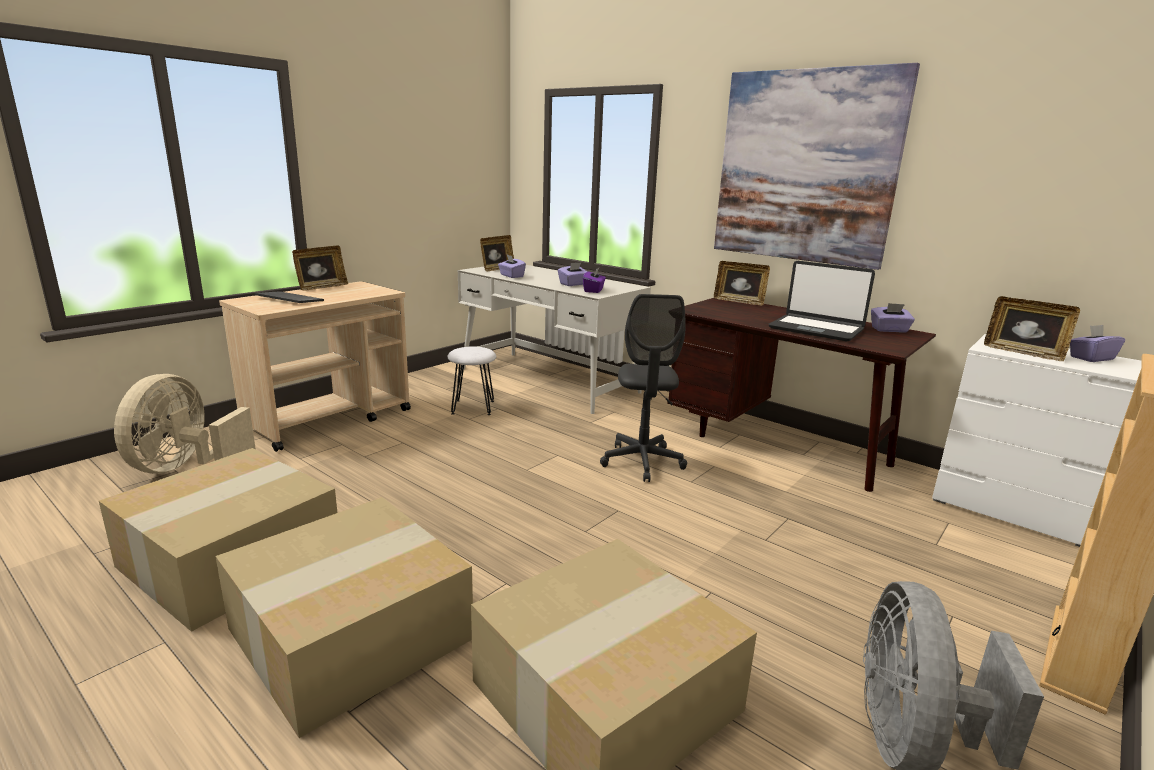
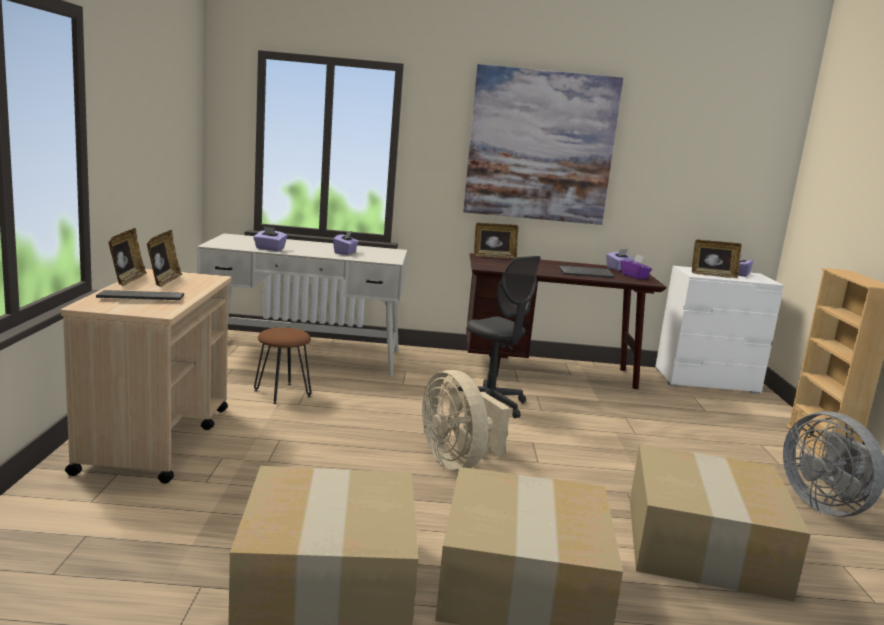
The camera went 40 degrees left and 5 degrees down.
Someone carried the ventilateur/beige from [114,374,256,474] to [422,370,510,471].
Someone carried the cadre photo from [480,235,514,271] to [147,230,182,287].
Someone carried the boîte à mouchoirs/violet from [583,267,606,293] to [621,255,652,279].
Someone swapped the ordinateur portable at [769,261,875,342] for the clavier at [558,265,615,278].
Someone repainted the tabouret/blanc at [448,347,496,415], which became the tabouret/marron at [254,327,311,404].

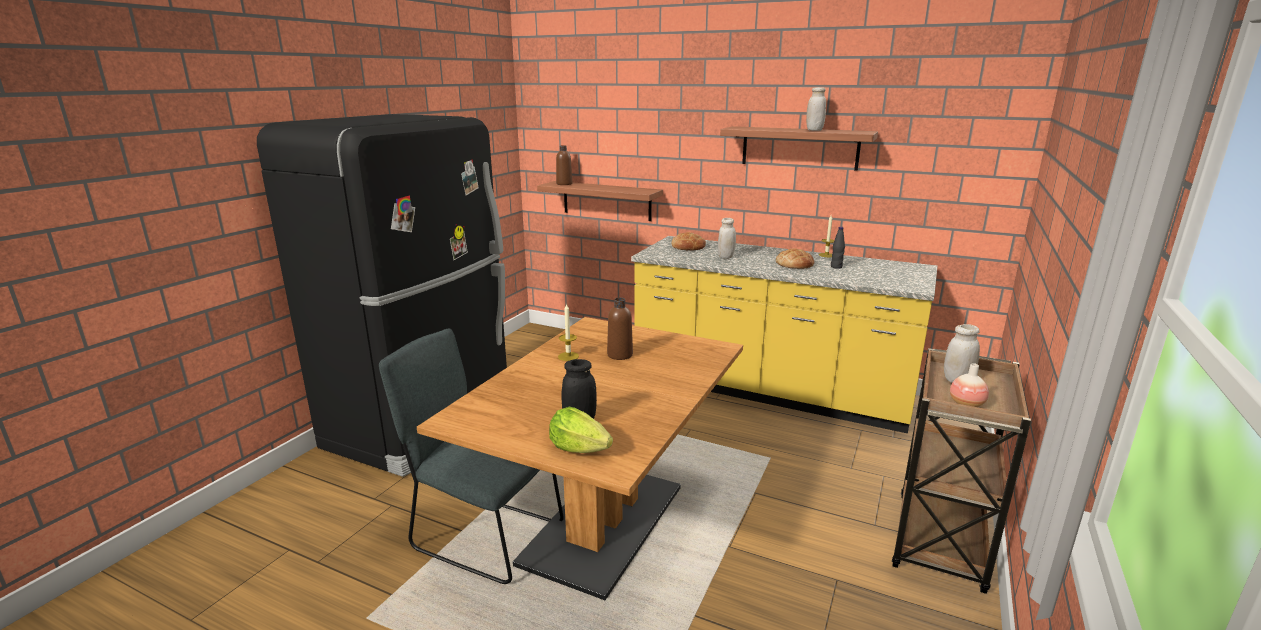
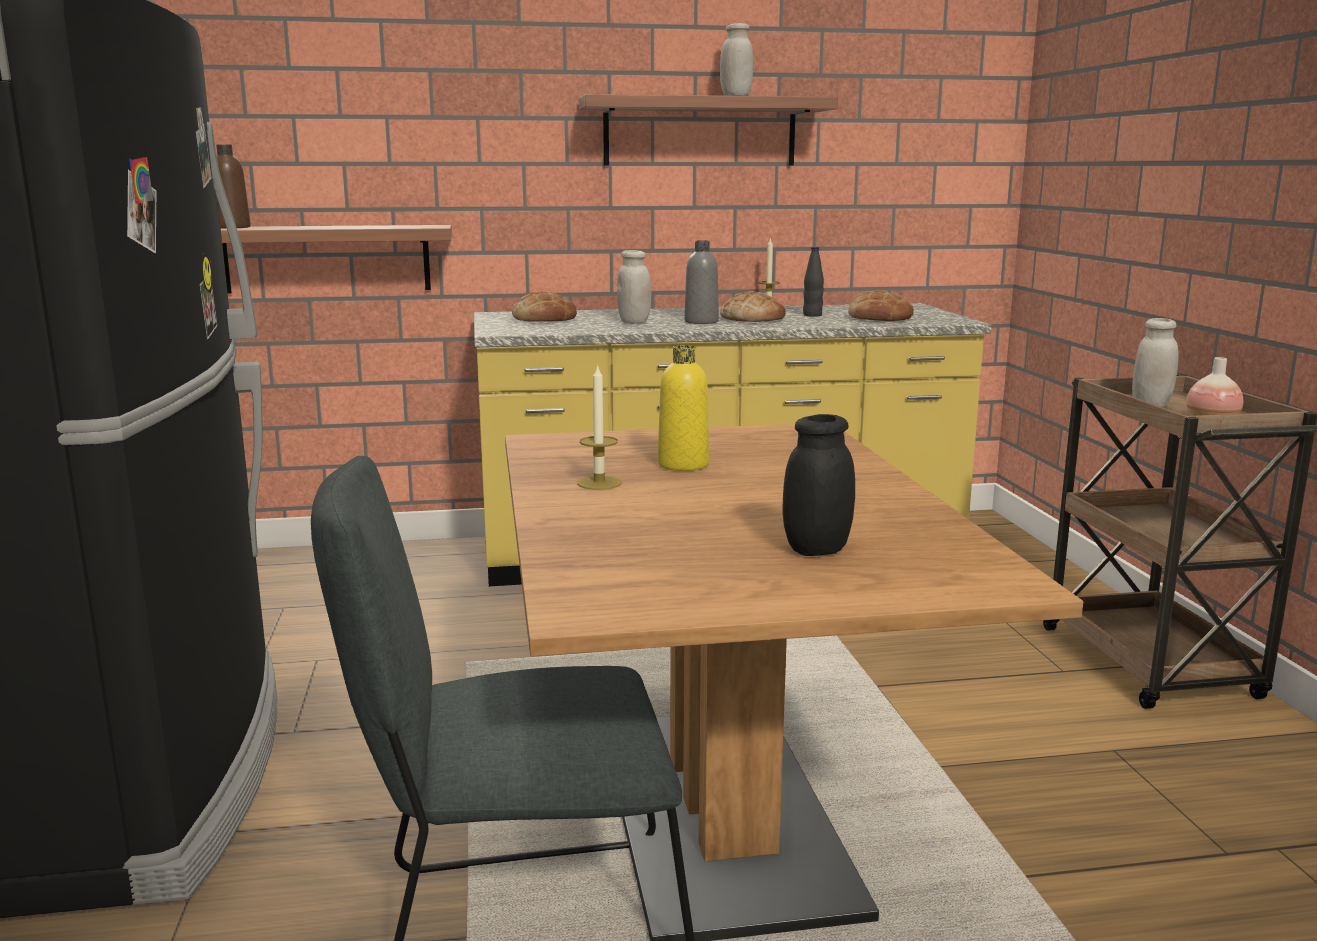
The camera went 35 degrees left and 5 degrees down.
Someone took away the laitue at [549,407,613,453].
Someone put down the bouteille/gris at [684,240,719,324].
Someone put down the pain at [848,290,914,321].
Someone repainted the bouteille/marron at [607,298,633,360], which became the bouteille/jaune at [658,345,709,471].

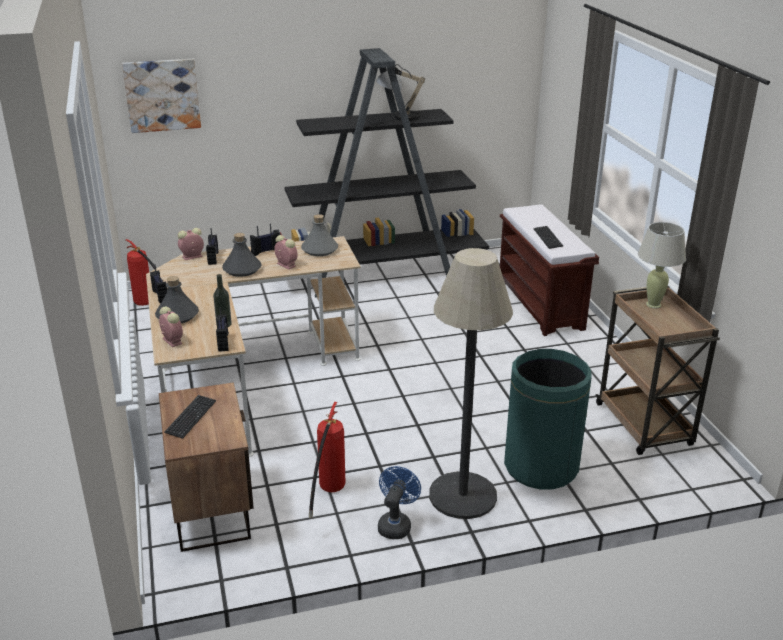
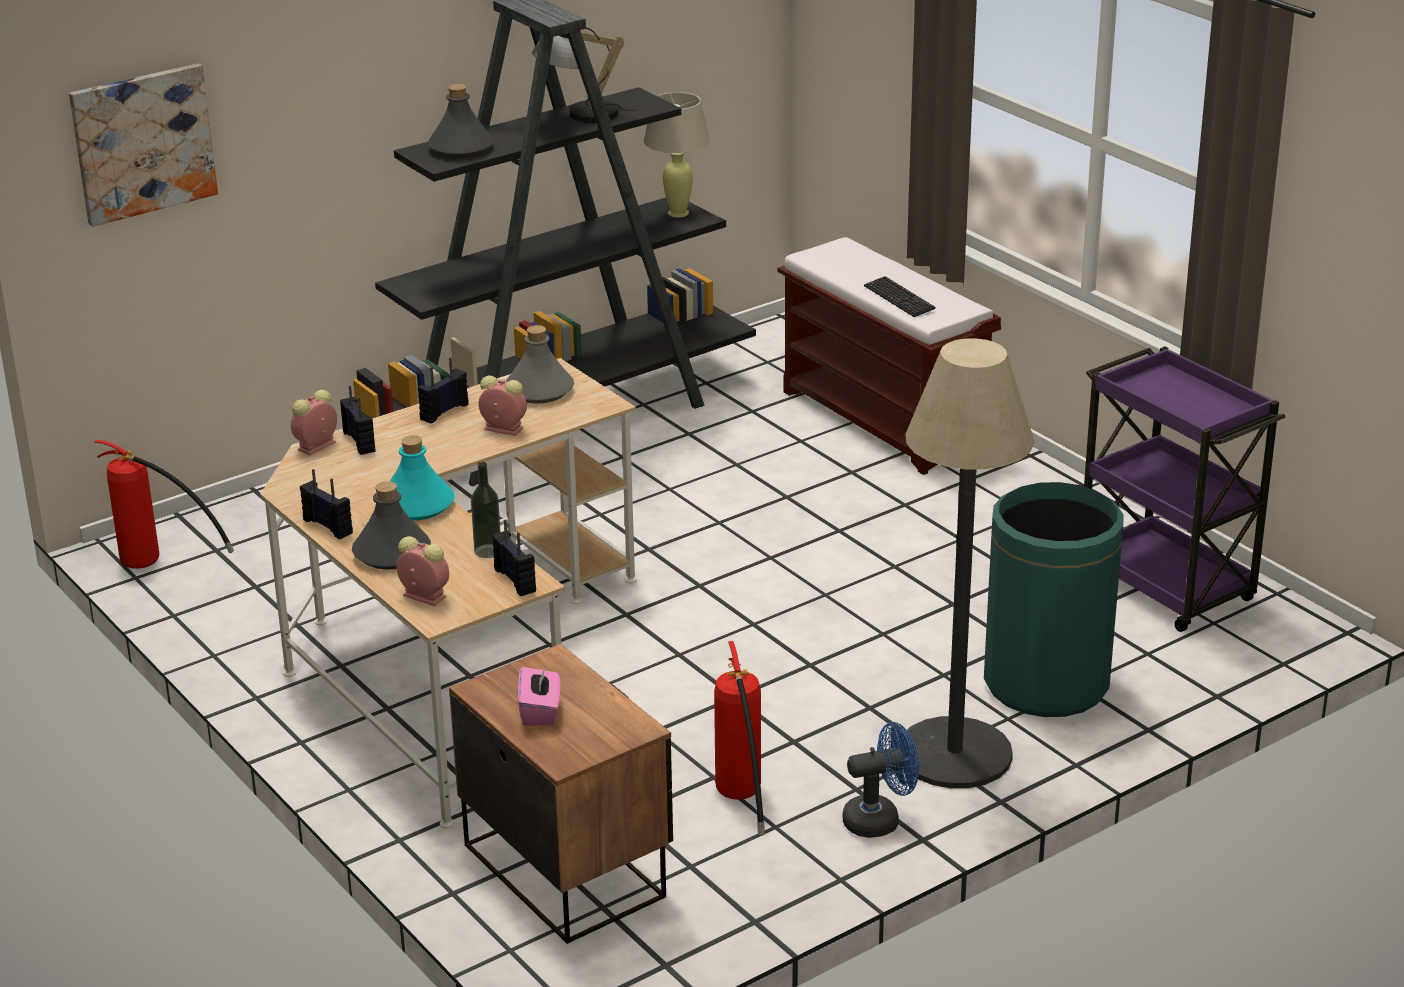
The camera went 20 degrees left and 0 degrees up.
Someone put down the bouteille/turquoise at [390,435,455,521].
Someone carried the bouteille/gris from [222,233,262,277] to [428,84,494,158].
Someone carried the lampe de table/beige from [638,222,686,308] to [644,92,710,218].
Someone swapped the clavier at [165,395,216,439] for the boîte à mouchoirs/rose at [517,667,560,726].
Someone repainted the chariot/marron at [596,286,720,455], which became the chariot/violet at [1084,346,1286,632].
Someone rotated the ventilateur/bleu at [378,466,421,539] by 75 degrees clockwise.

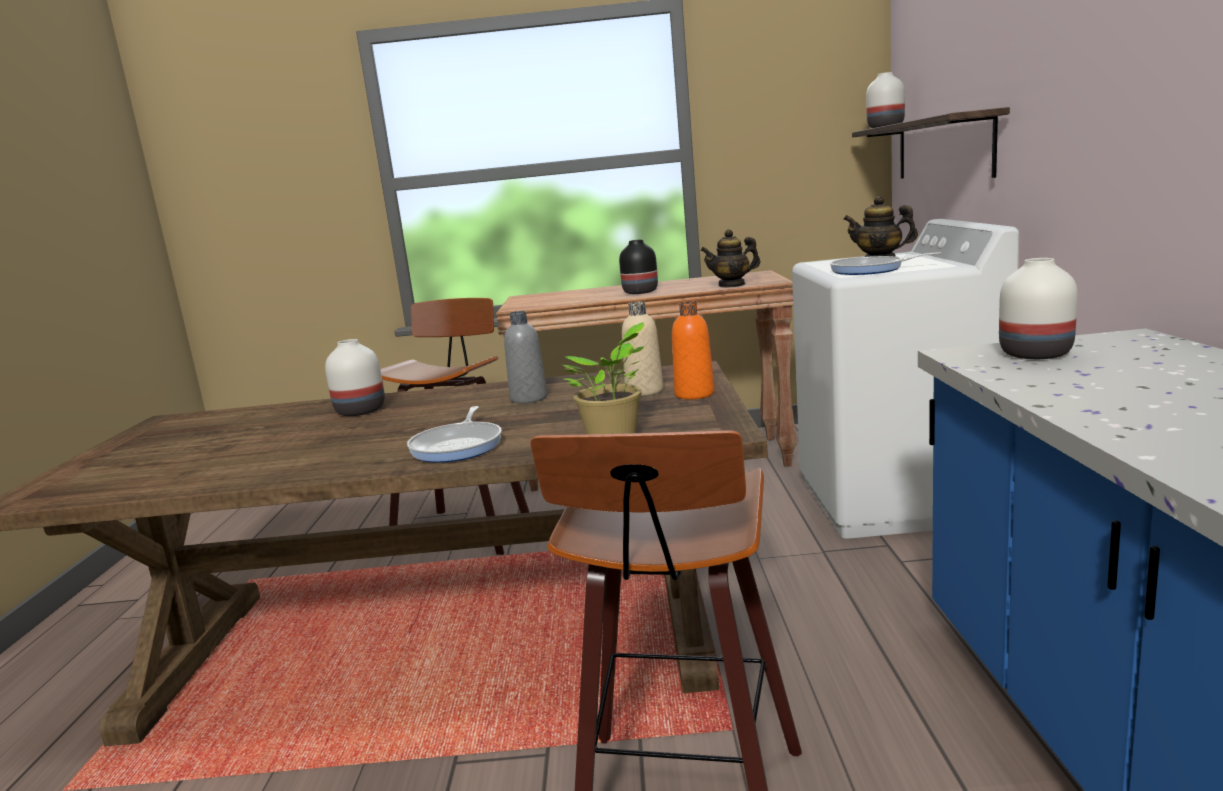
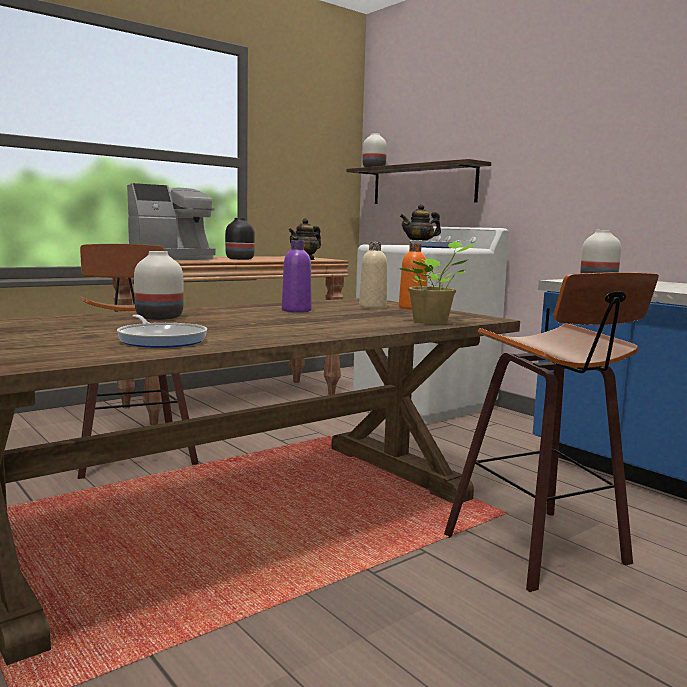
The camera went 40 degrees left and 5 degrees down.
Someone put down the machine à café at [127,183,215,260].
Someone carried the poêle from [407,406,502,462] to [117,315,207,348].
Someone repainted the bouteille/gris at [504,311,547,404], which became the bouteille/violet at [282,240,312,313].

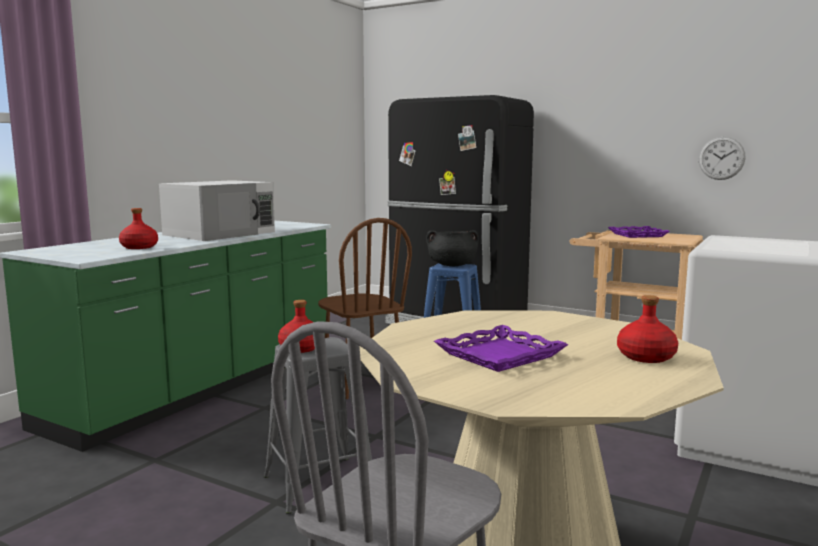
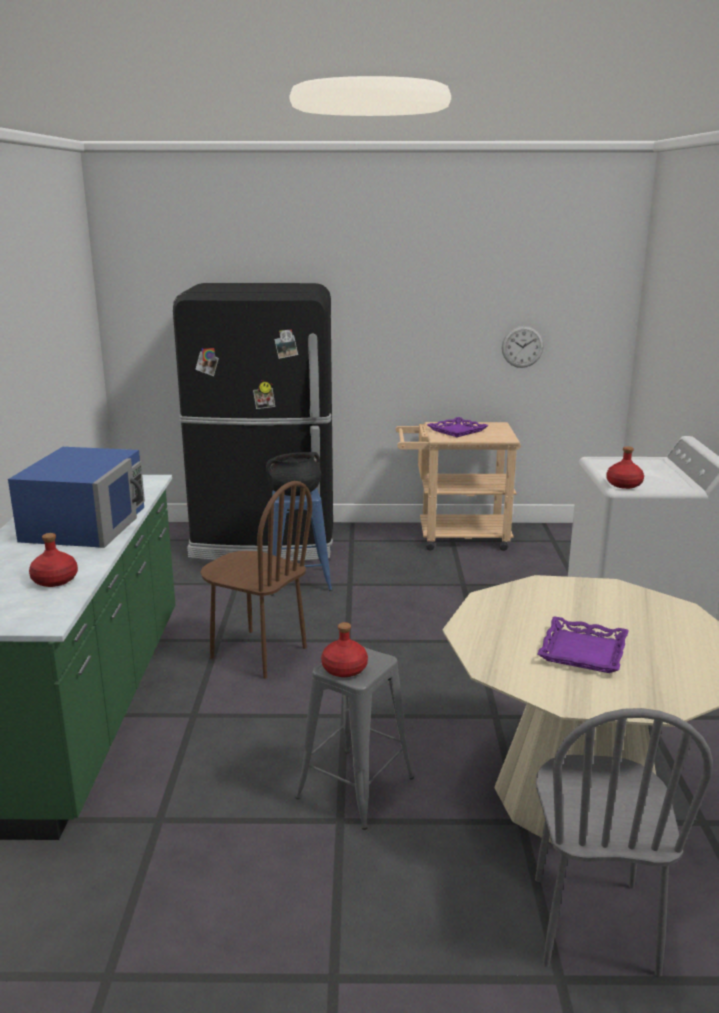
The camera went 30 degrees left and 10 degrees up.
Someone carried the bouteille/rouge from [617,295,678,363] to [606,446,644,489].
Someone repainted the micro-ondes/blanc at [159,180,275,241], which became the micro-ondes/bleu at [8,447,145,548].

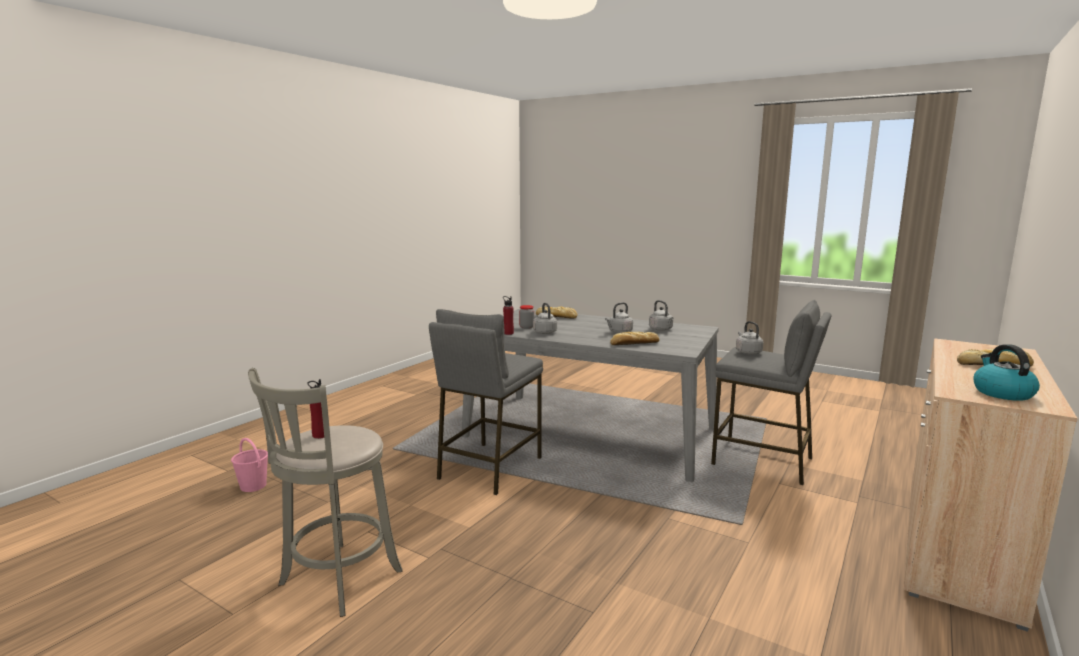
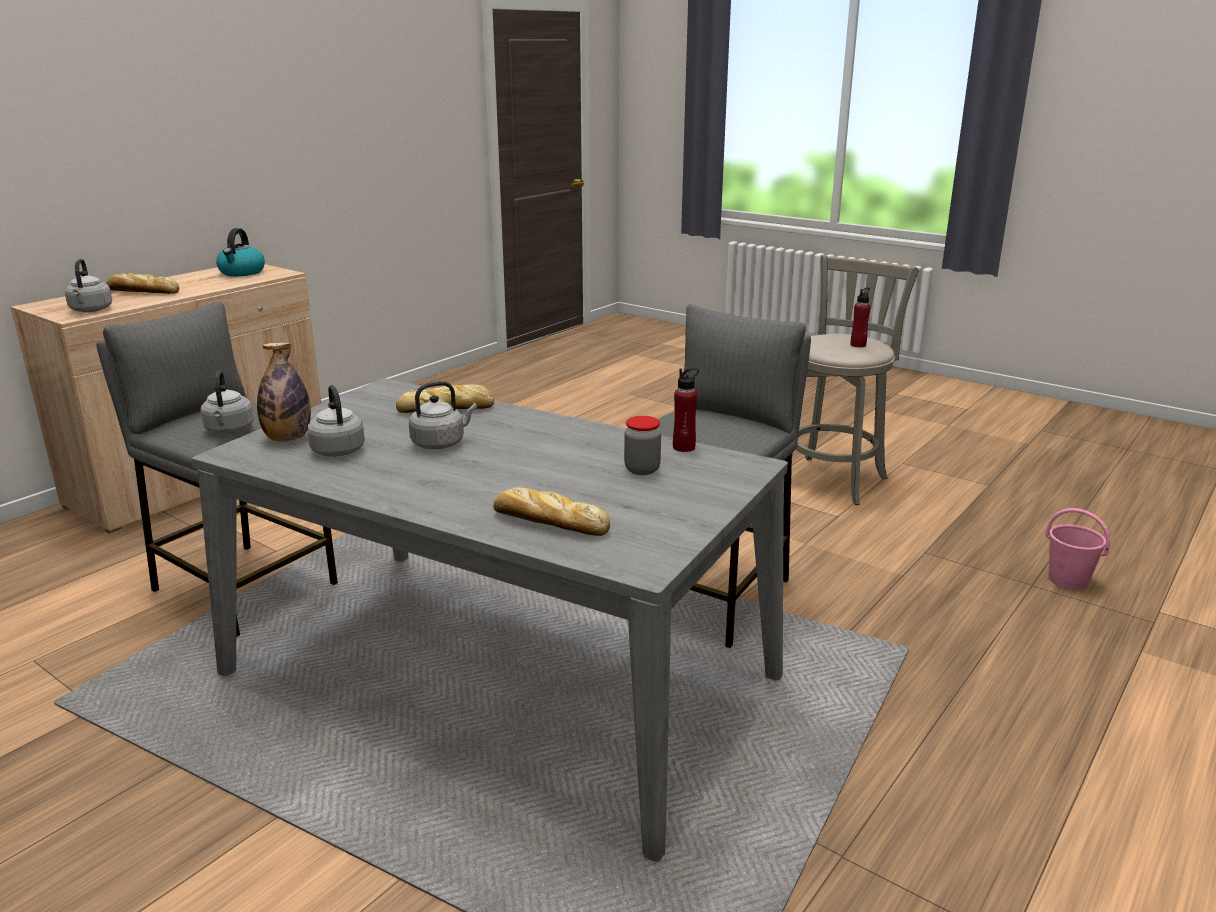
The camera went 175 degrees left and 10 degrees up.
Someone put down the bouteille at [257,342,311,442].
Someone carried the bouilloire/gris from [533,303,557,334] to [65,259,112,312].

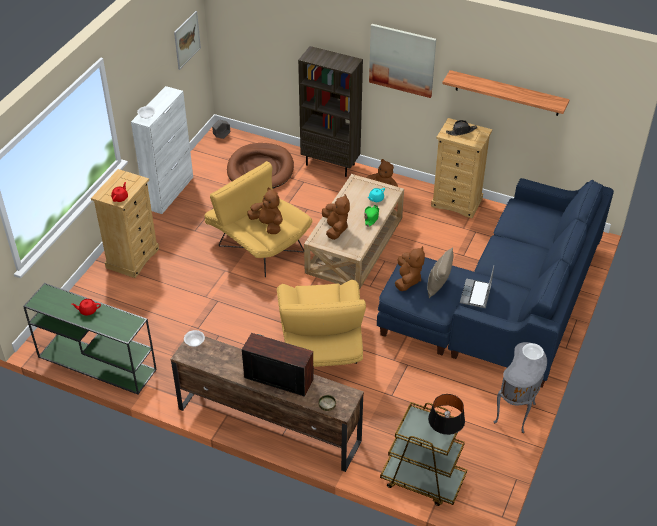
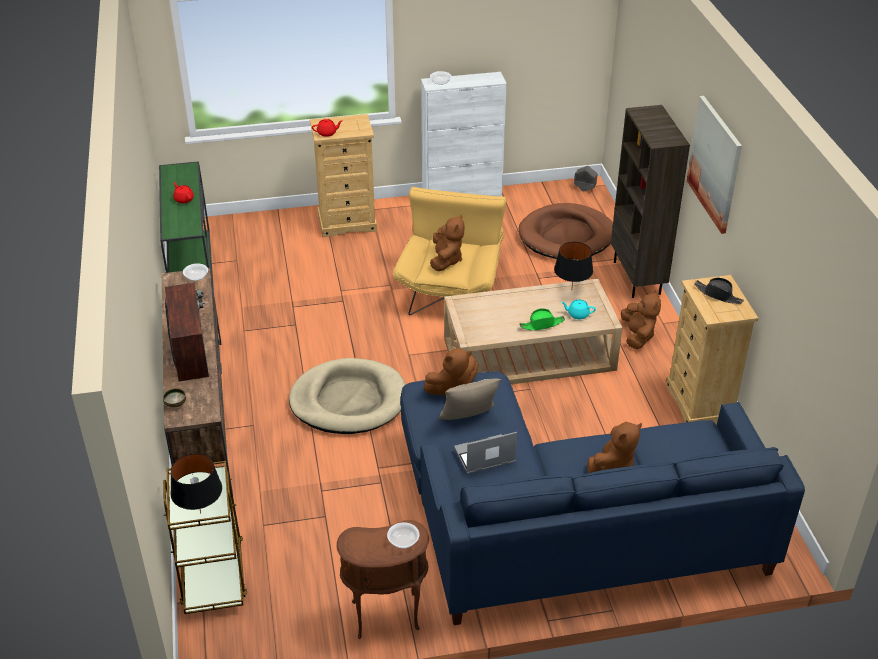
The camera went 55 degrees right and 5 degrees down.
Someone took away the tableau at [174,11,201,70].
Someone took away the étagère at [442,70,570,116].
Someone put down the lampe de table/noir at [554,242,593,291].
Someone carried the peluche/marron from [322,194,350,240] to [587,422,642,473].
Someone swapped the fauteuil/jaune at [277,280,366,367] for the panier pour chien/beige at [289,358,406,434].
Someone repainted the table d'appoint/gris at [494,342,547,433], which became the table d'appoint/marron at [337,520,429,639].

